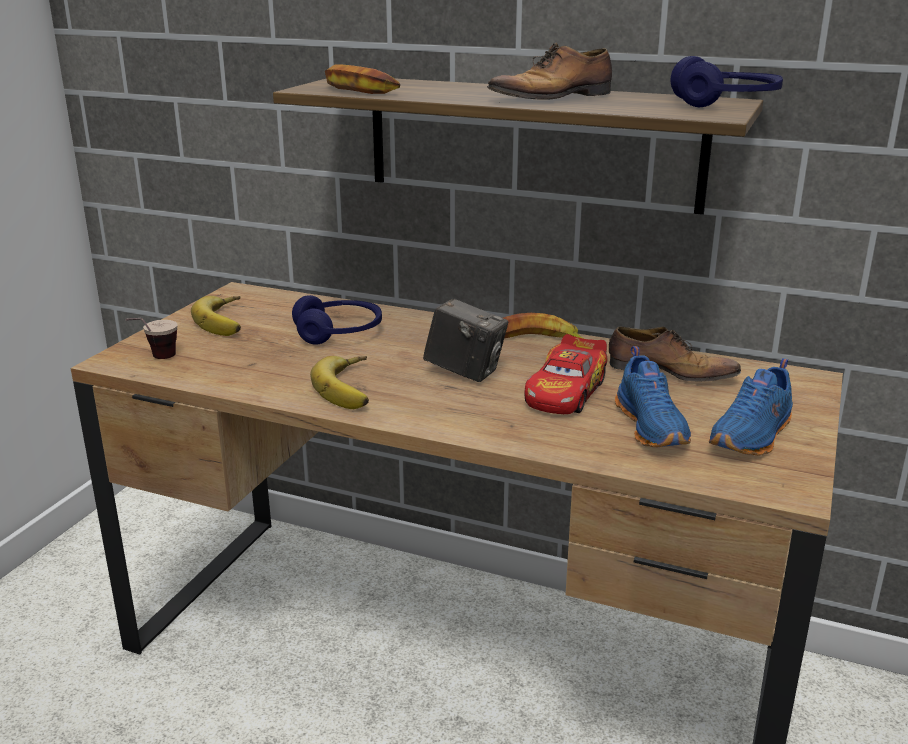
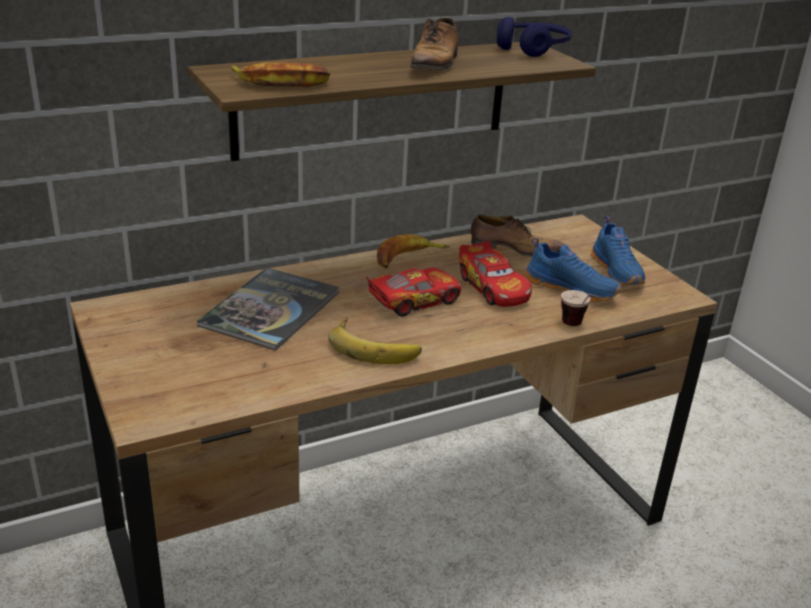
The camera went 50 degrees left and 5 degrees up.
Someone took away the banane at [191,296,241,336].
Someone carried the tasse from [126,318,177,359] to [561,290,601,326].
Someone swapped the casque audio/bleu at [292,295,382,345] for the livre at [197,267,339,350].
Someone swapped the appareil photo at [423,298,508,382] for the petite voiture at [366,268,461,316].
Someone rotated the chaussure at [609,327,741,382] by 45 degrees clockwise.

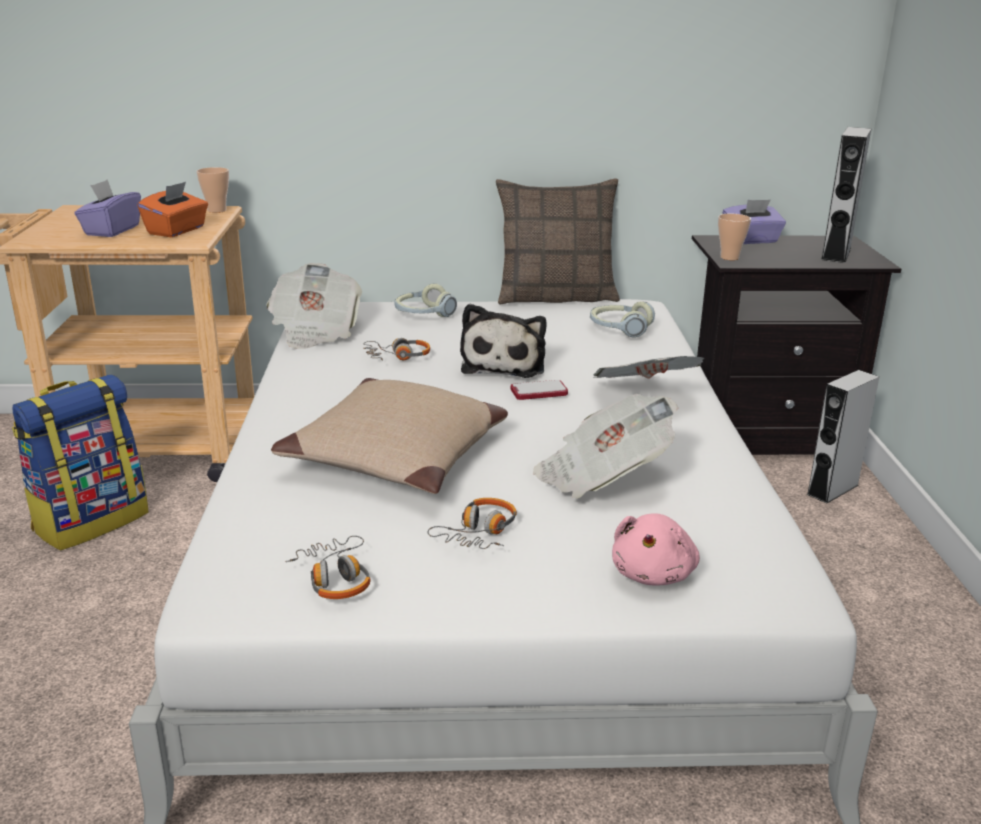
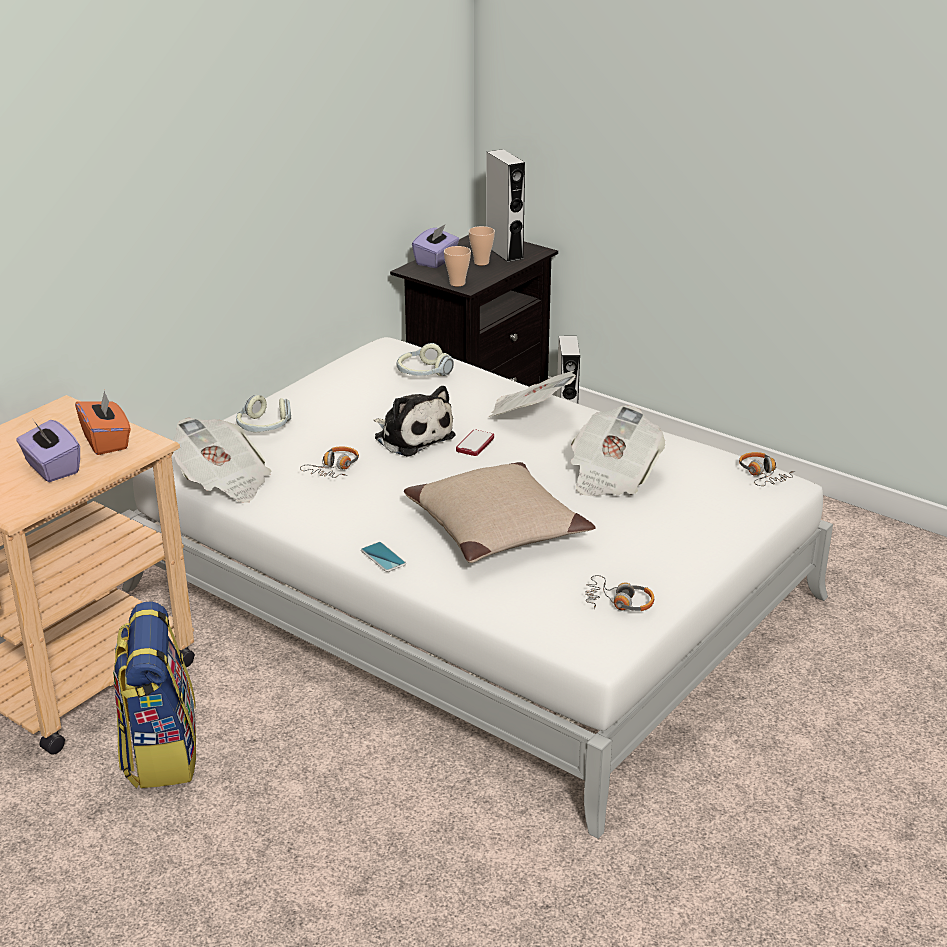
The camera went 50 degrees left and 5 degrees up.
Someone took away the coussin at [496,178,620,305].
Someone took away the peluche/rose at [612,513,700,586].
Someone put down the téléphone at [361,542,406,572].
Someone carried the tasse from [196,167,229,213] to [469,226,495,265].
Someone carried the casque audio from [428,498,517,549] to [739,452,795,486].

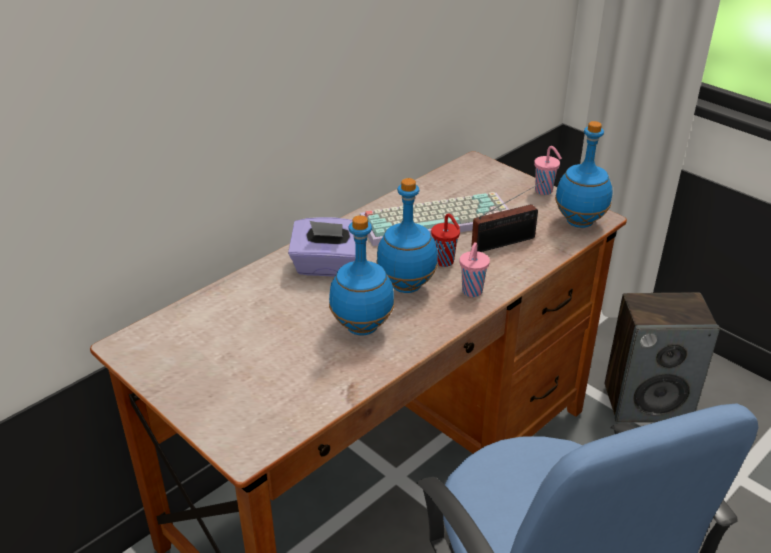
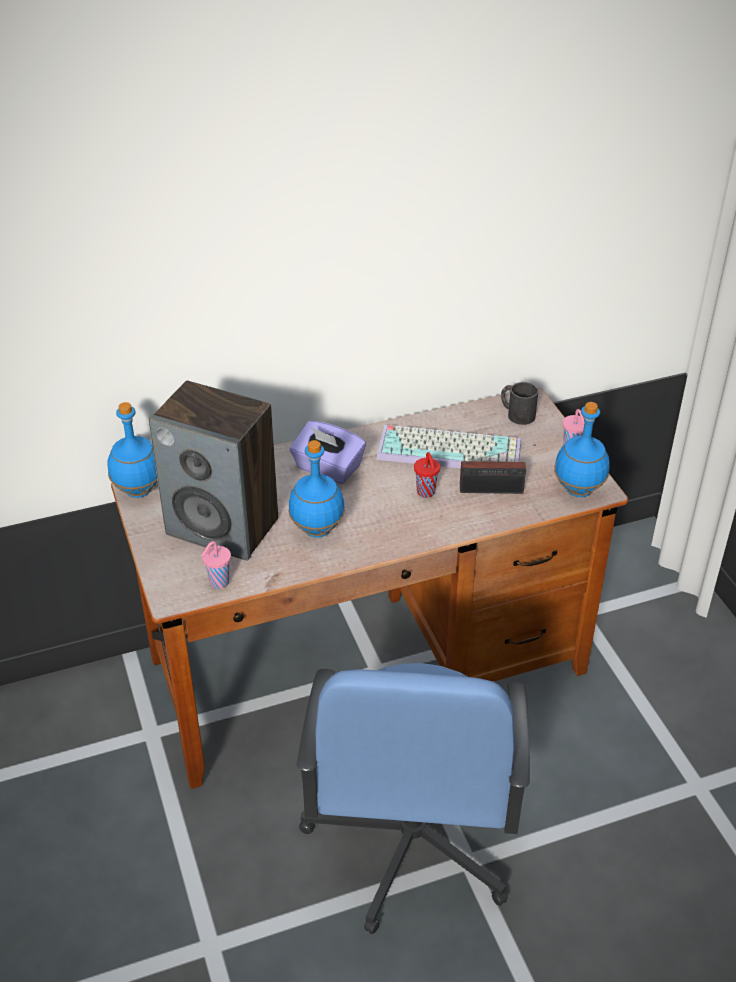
The camera went 25 degrees right and 5 degrees up.
Someone put down the mug/noir at [501,382,538,425].
Someone carried the bouteille/bleu from [376,178,438,293] to [107,402,158,498].
Someone carried the tasse/rose from [459,242,490,297] to [201,541,231,589].
Someone carried the enceinte from [605,293,720,423] to [148,381,278,561].

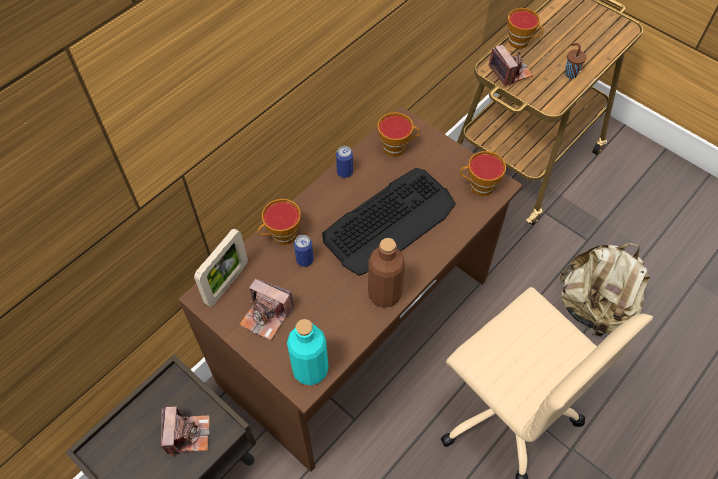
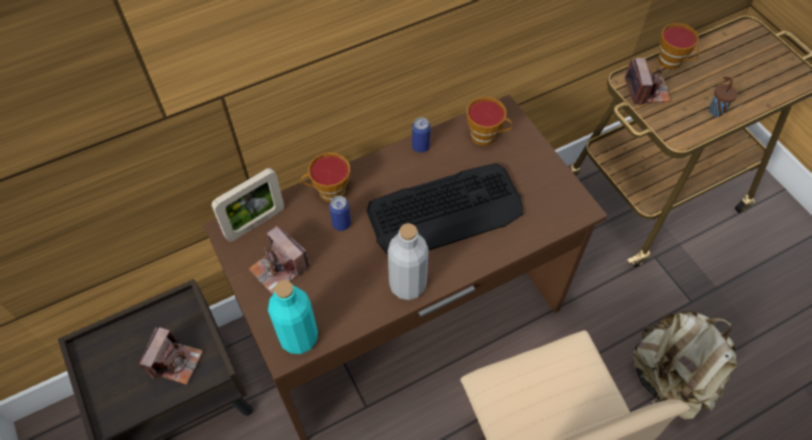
The camera went 20 degrees right and 0 degrees up.
Someone took away the tasse at [460,151,506,196].
Someone repainted the bouteille/marron at [368,238,405,308], which became the bouteille/gris at [388,223,429,300].

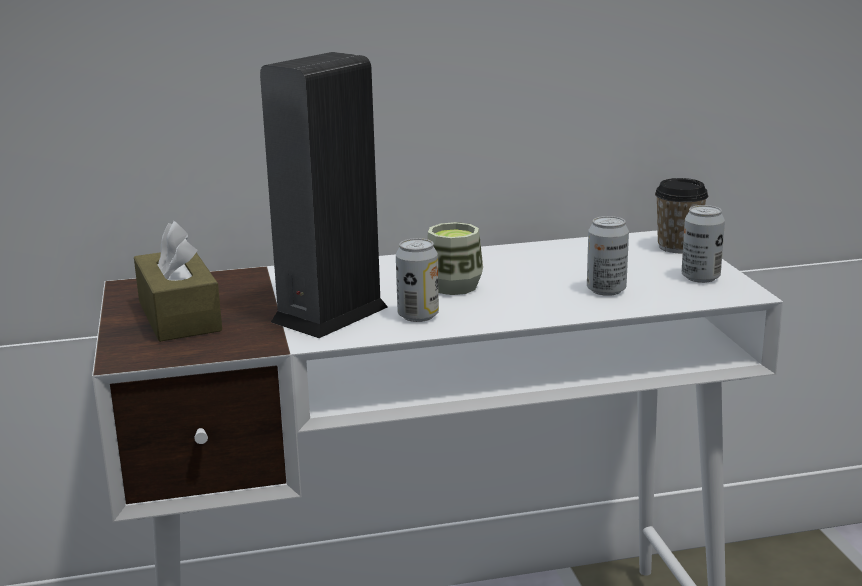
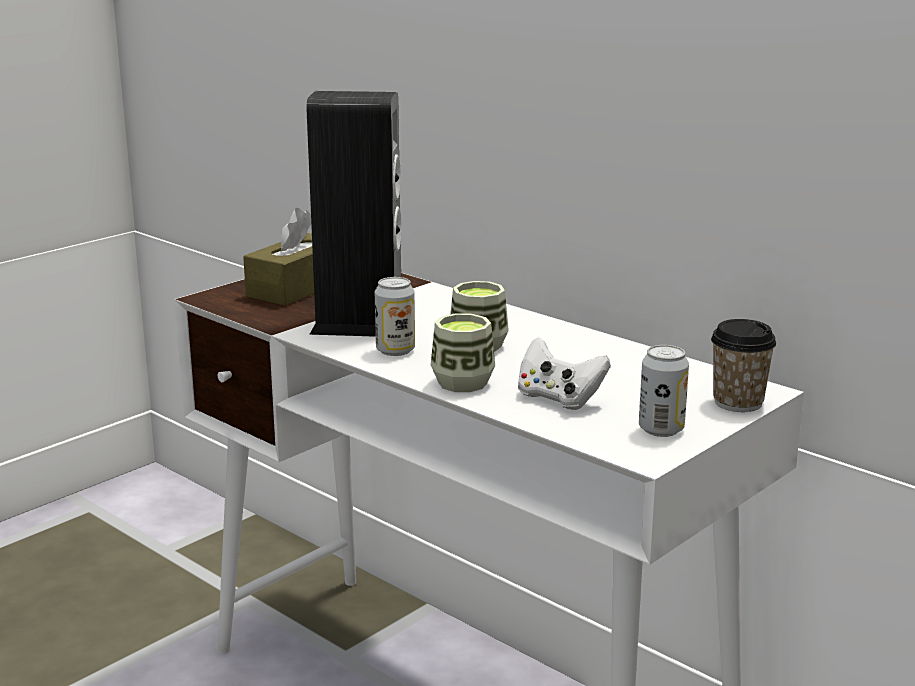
The camera went 55 degrees right and 0 degrees up.
Someone put down the tasse at [431,313,495,392].
Someone swapped the boîte métallique at [587,216,629,296] for the manette/blanc at [518,337,611,410].

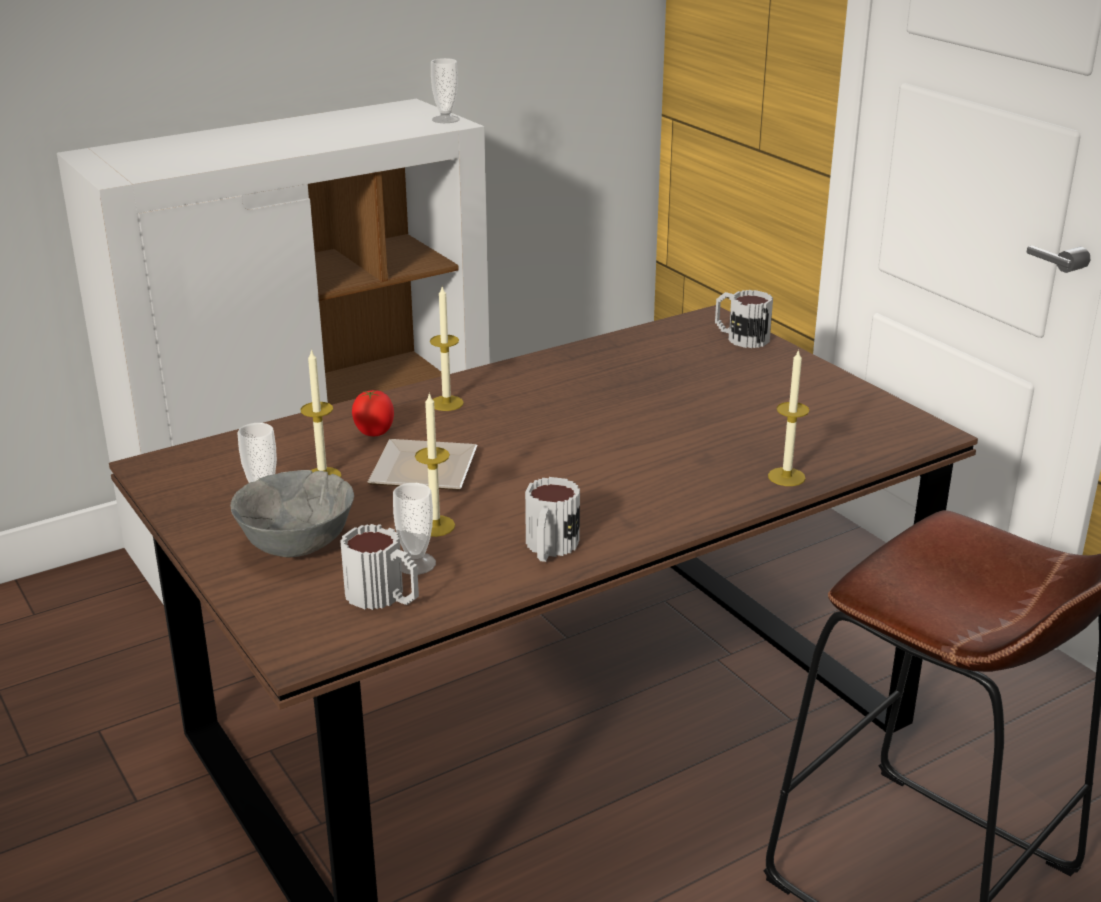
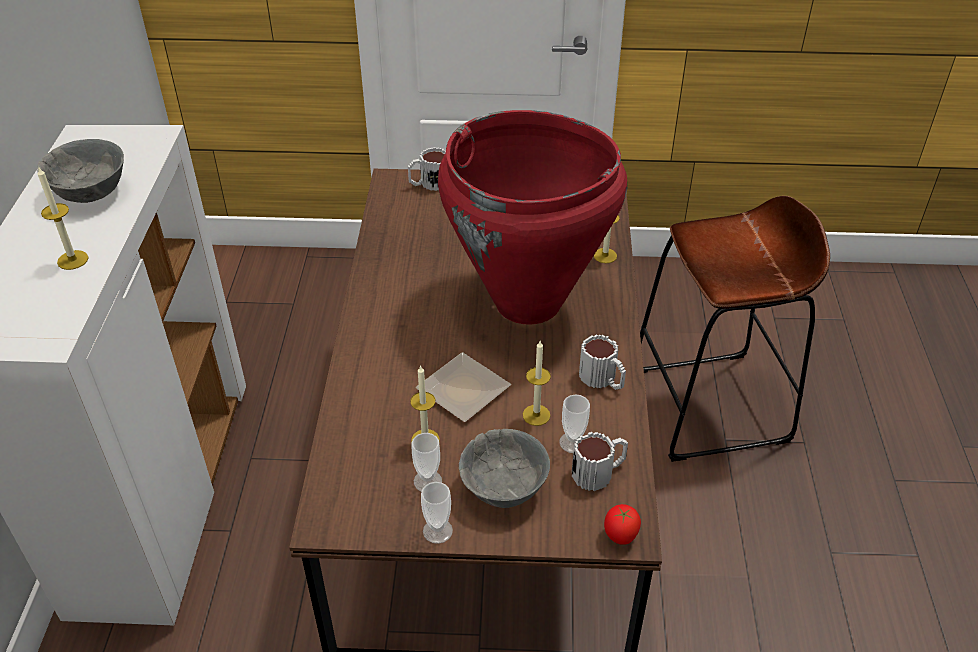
The camera went 55 degrees left and 15 degrees up.
Someone put down the bol/gris at [37,139,124,203].
Someone put down the vase/rouge at [438,110,627,325].
Someone carried the tomate from [352,390,394,436] to [604,504,641,545].
Someone carried the bougie from [430,287,464,411] to [38,166,89,270].
Someone carried the tasse from [431,58,460,123] to [421,482,453,544].

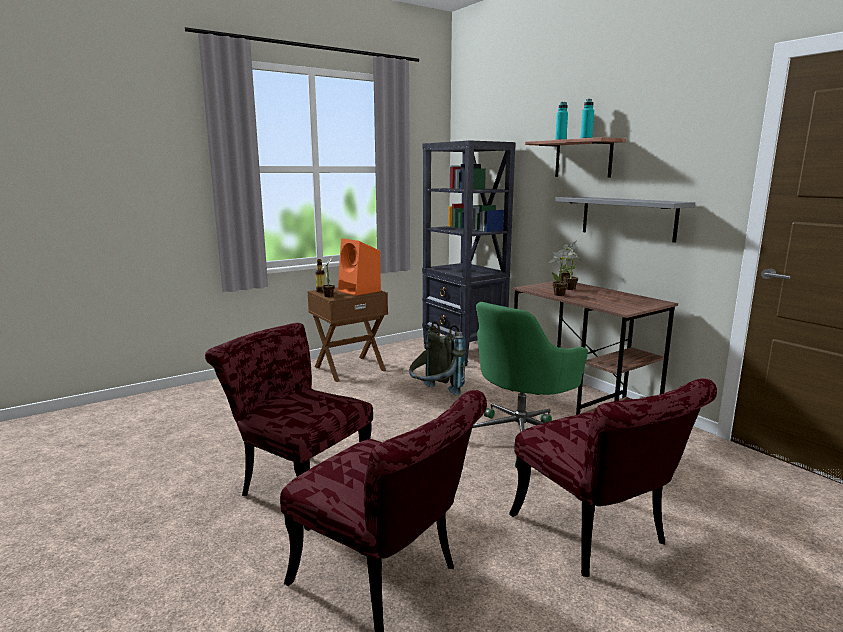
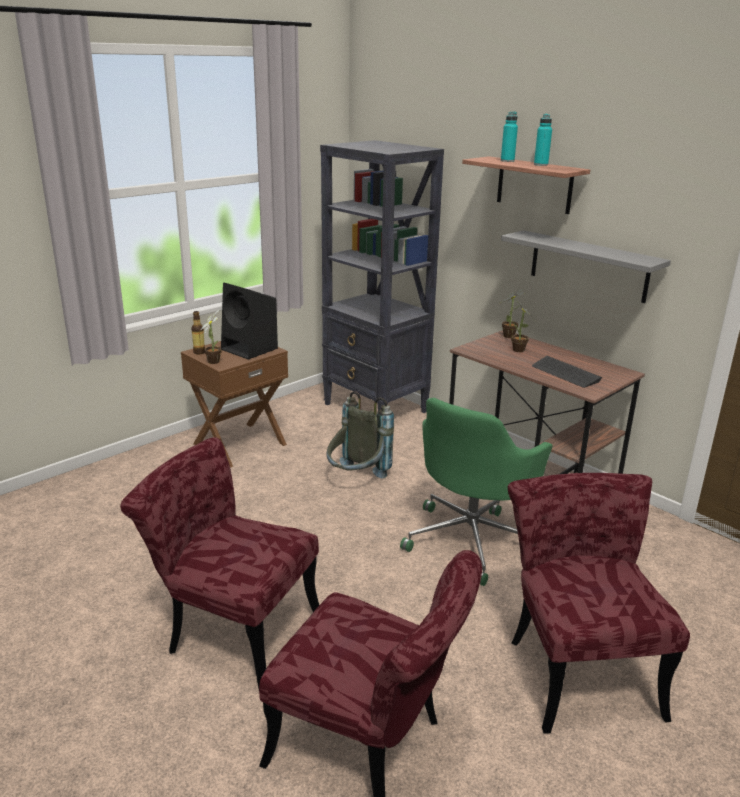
The camera went 10 degrees left and 10 degrees up.
Someone took away the plante en pot at [549,249,576,296].
Someone put down the clavier at [532,356,602,388].
Someone repainted the enceinte/orange at [338,238,381,296], which became the enceinte/noir at [221,283,278,360].
Someone rotated the chaise/rouge at [509,378,717,577] by 150 degrees counterclockwise.

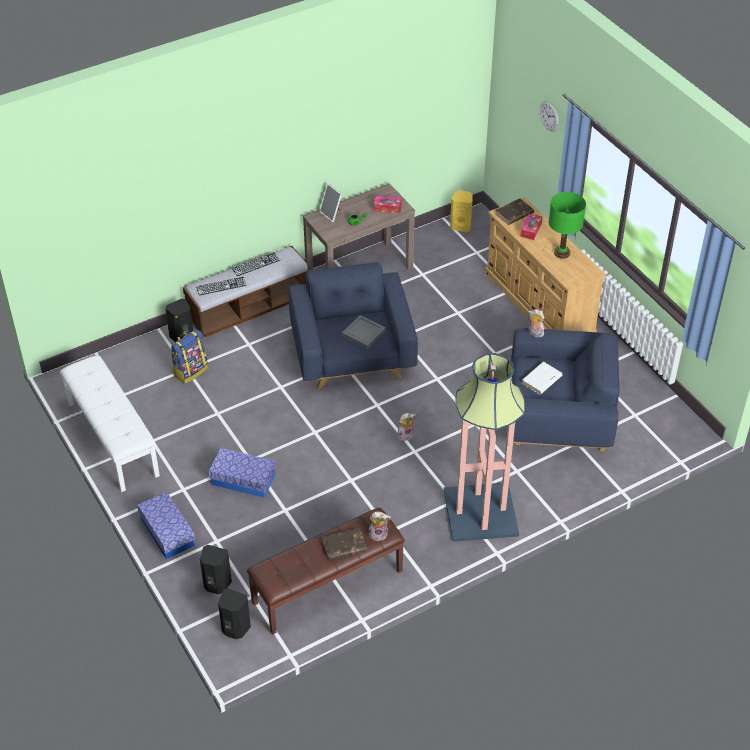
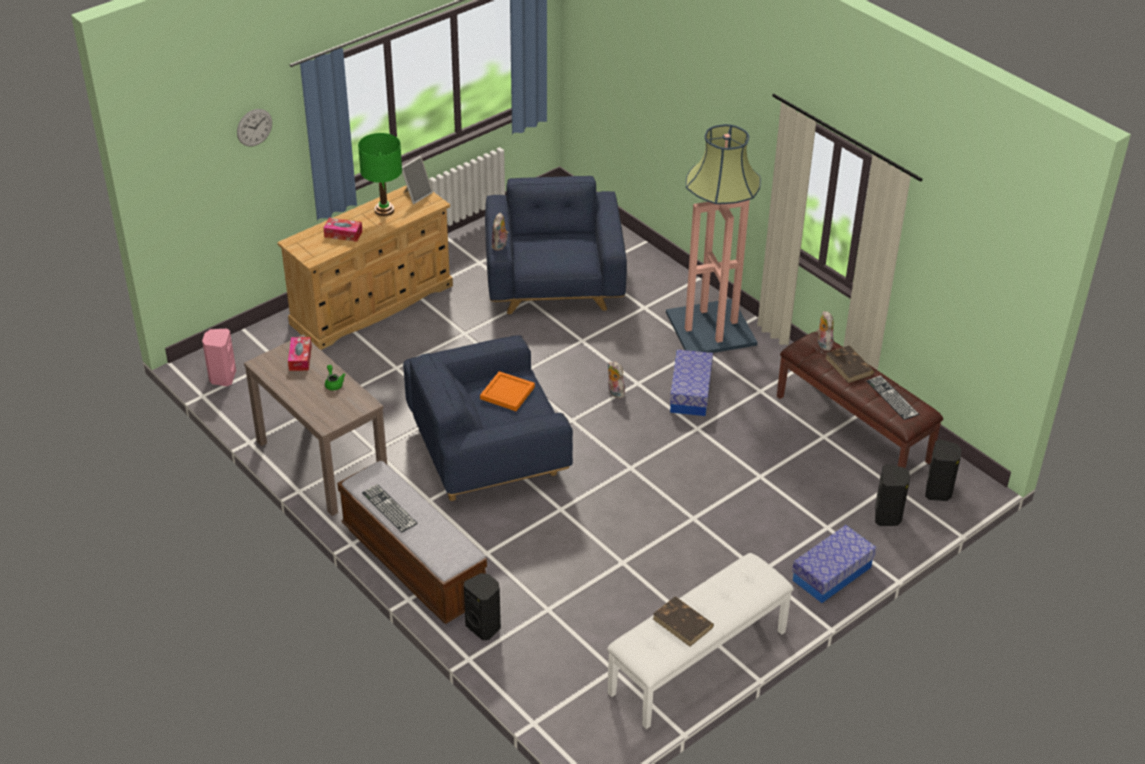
The camera went 100 degrees left and 5 degrees down.
Someone took away the sac à dos at [171,329,208,384].
Someone took away the livre/blanc at [522,362,562,395].
Someone carried the clavier from [196,277,247,296] to [867,375,919,420].
Someone carried the boîte de rangement from [208,448,276,498] to [670,349,713,416].
Someone carried the cadre photo from [319,183,343,222] to [402,156,433,204].
Someone carried the livre/marron from [496,198,534,225] to [653,596,714,647].
Someone repainted the plateau/gris at [342,315,385,349], which became the plateau/orange at [480,371,535,411].
Someone repainted the enceinte/jaune at [450,190,473,232], which became the enceinte/rose at [202,328,236,386].

